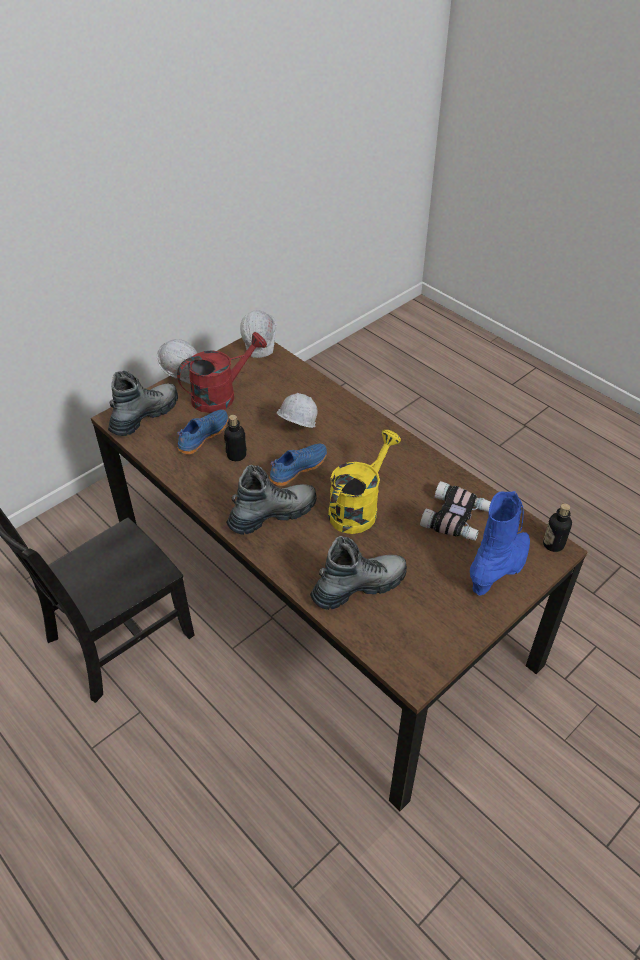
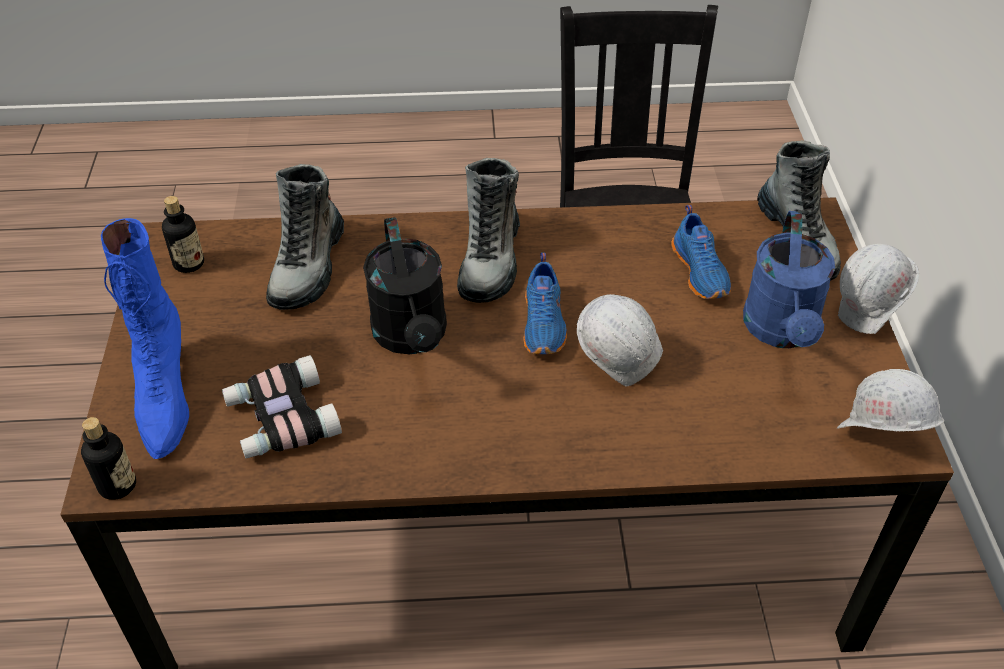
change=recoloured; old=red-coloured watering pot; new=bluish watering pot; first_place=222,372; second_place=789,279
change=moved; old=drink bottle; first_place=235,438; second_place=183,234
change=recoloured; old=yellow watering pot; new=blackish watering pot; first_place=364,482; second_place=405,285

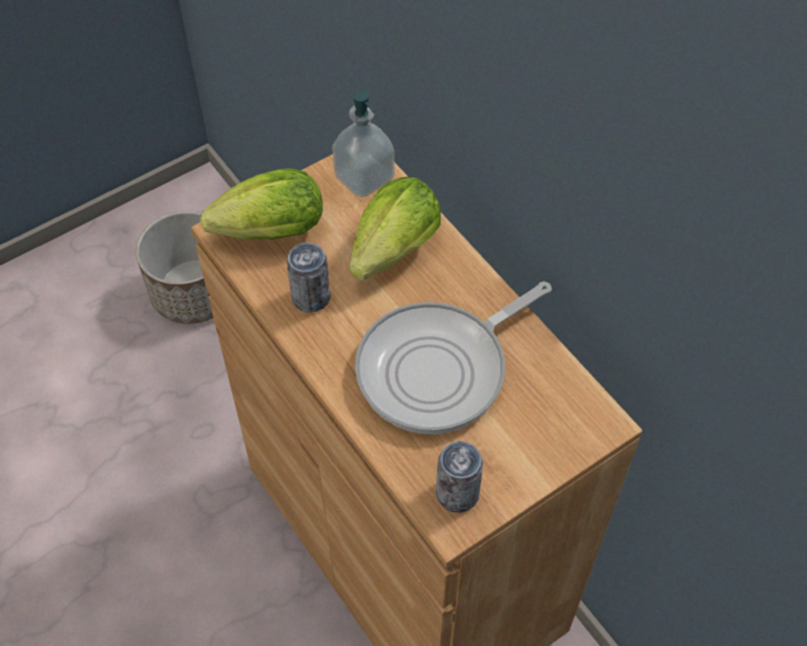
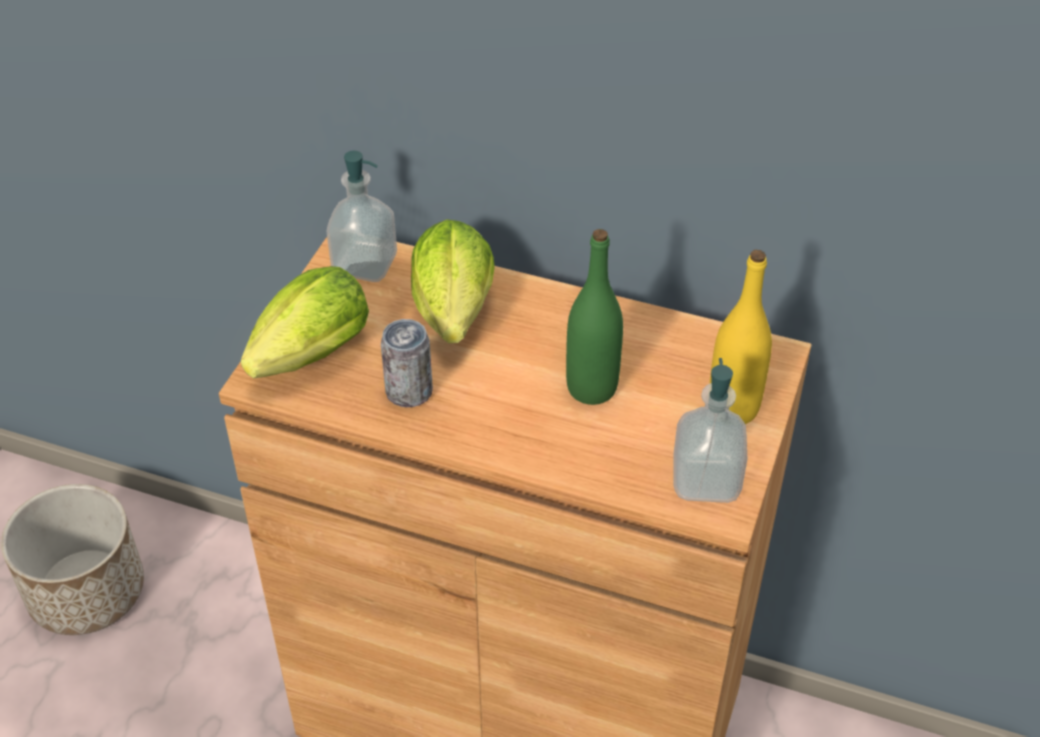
change=replaced; old=skillet; new=green drink bottle; first_place=453,357; second_place=594,317
change=replaced; old=can; new=soap bottle; first_place=459,477; second_place=710,430
change=added; new=yellow drink bottle; second_place=740,337

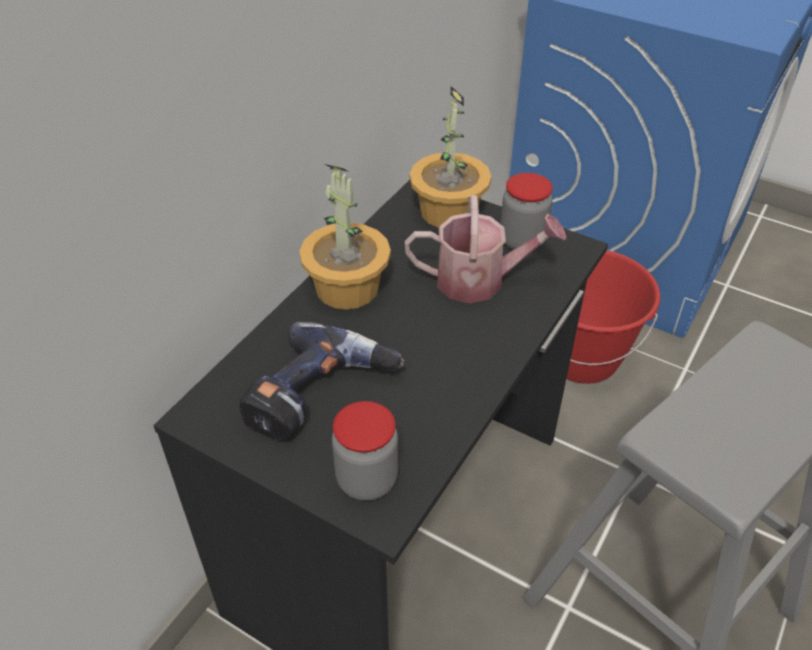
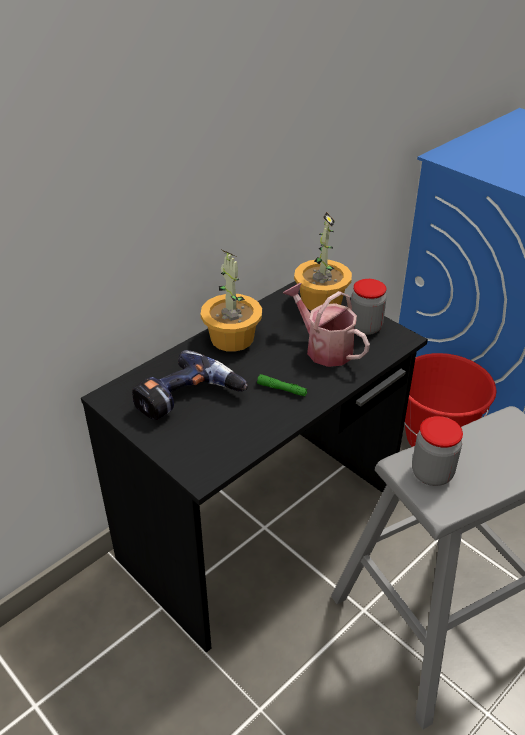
change=turned; old=watering pot; first_place=486,249; second_place=326,325; degrees=-150
change=moved; old=jar; first_place=365,451; second_place=437,451
change=added; new=green torch; second_place=282,385

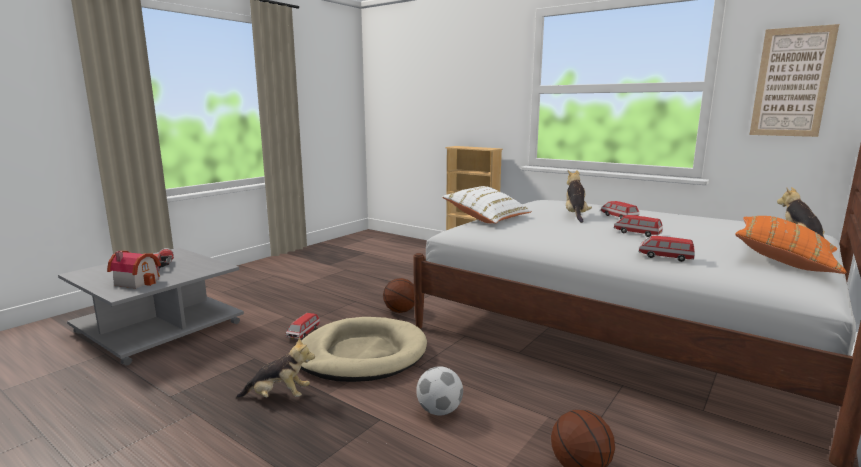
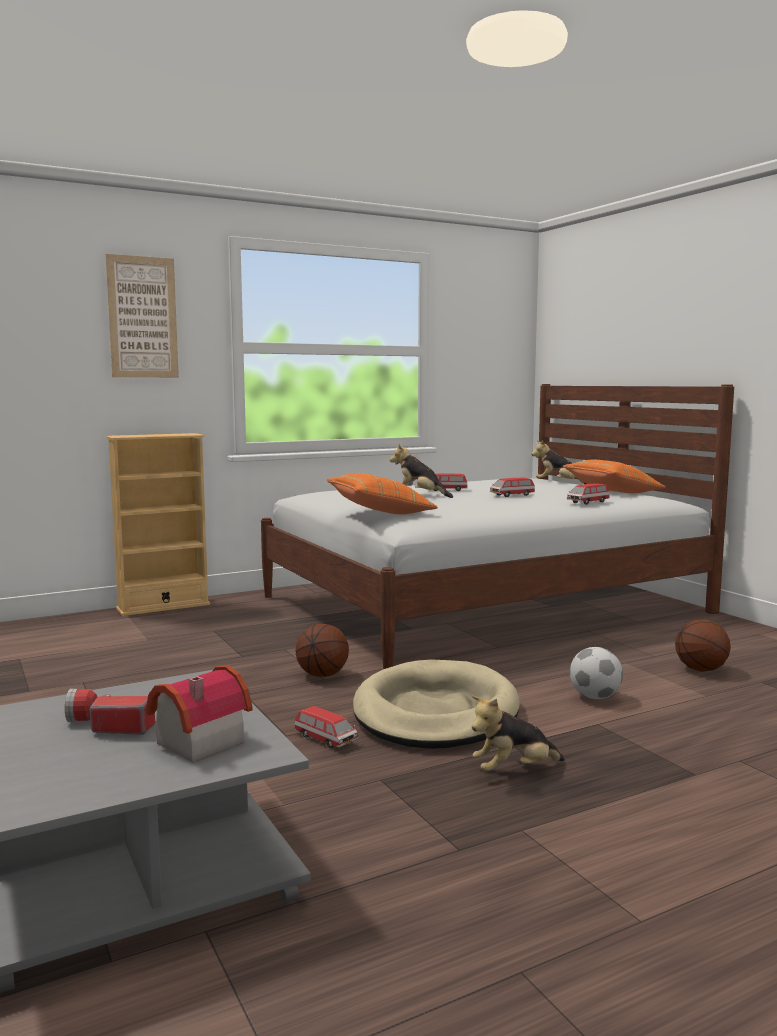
change=moved; old=wall art; first_place=794,80; second_place=142,316
change=recoloured; old=whitish pillow; new=orangey pillow; first_place=487,205; second_place=382,493
change=turned; old=soft toy; first_place=275,367; second_place=518,734; degrees=-135

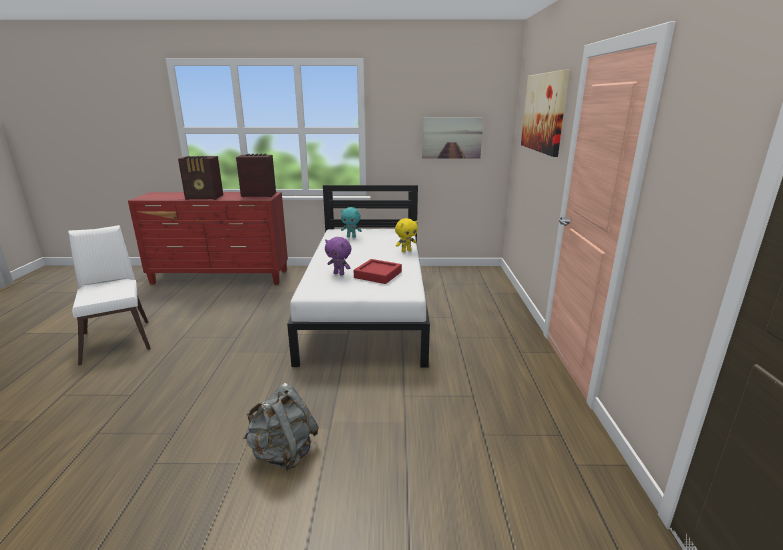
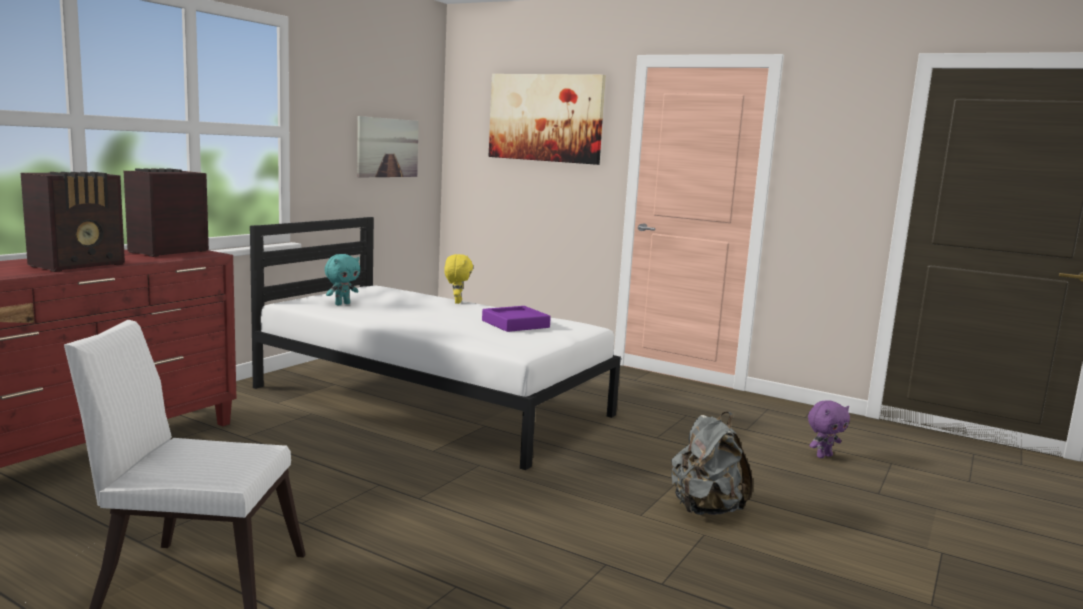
change=moved; old=purplish soft toy; first_place=338,256; second_place=829,429
change=recoloured; old=red-coloured serving tray; new=purplish serving tray; first_place=378,271; second_place=516,319

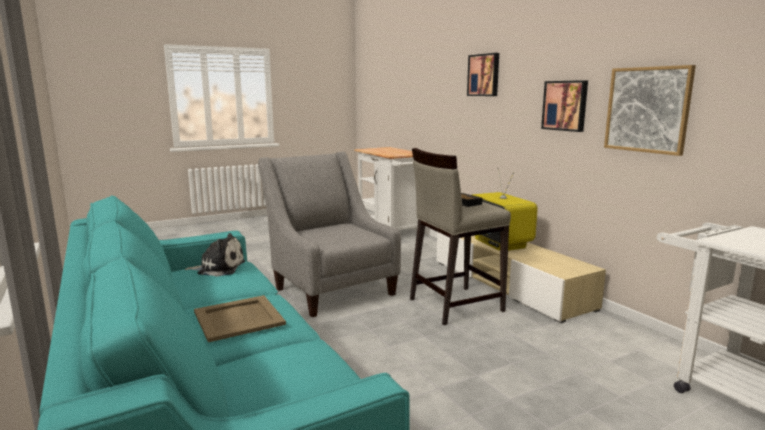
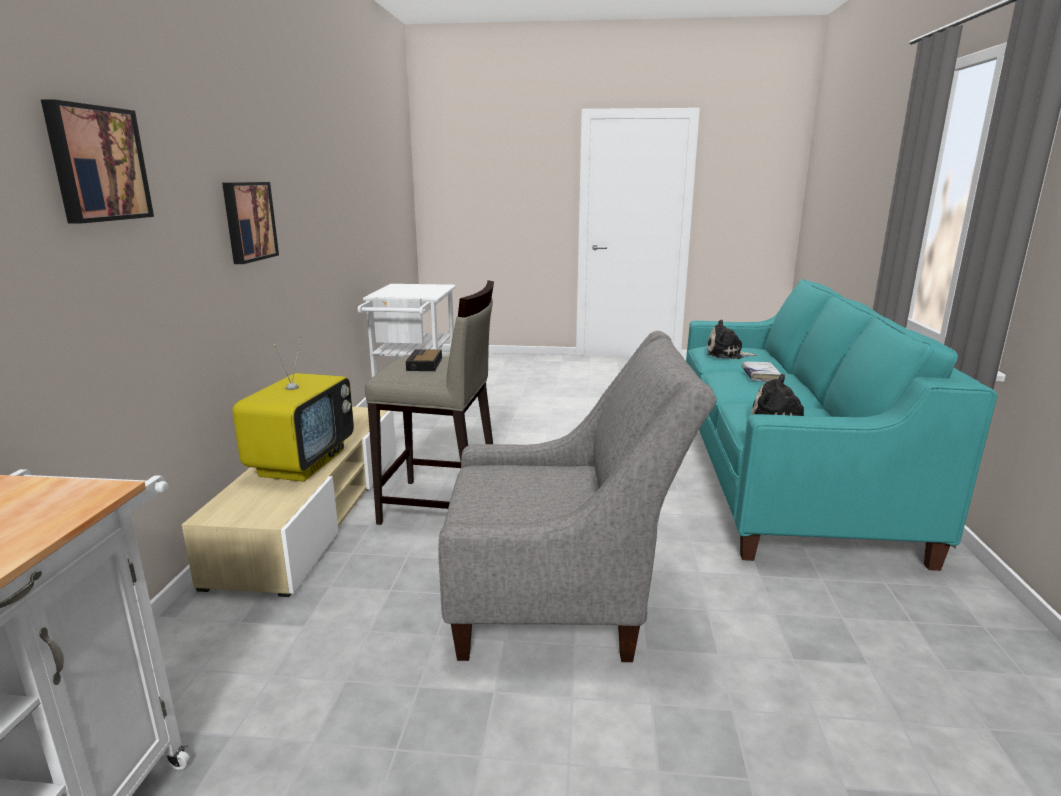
change=removed; old=wall art; first_place=650,110
change=turned; old=greyish lounge chair; first_place=329,234; second_place=577,496; degrees=-90
change=replaced; old=sand-coloured serving tray; new=whitish book; first_place=240,318; second_place=761,371
change=added; new=soft toy; second_place=732,339

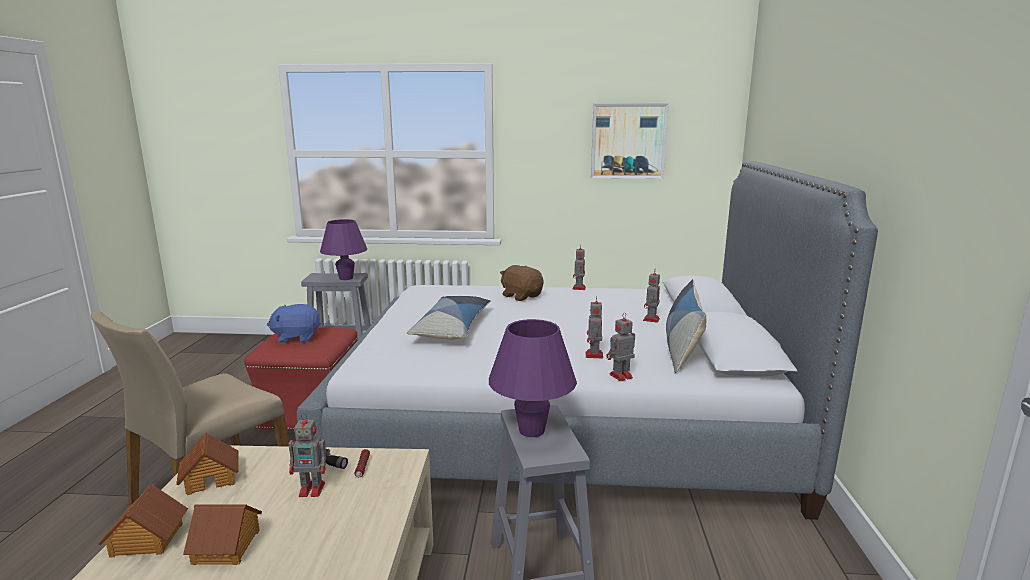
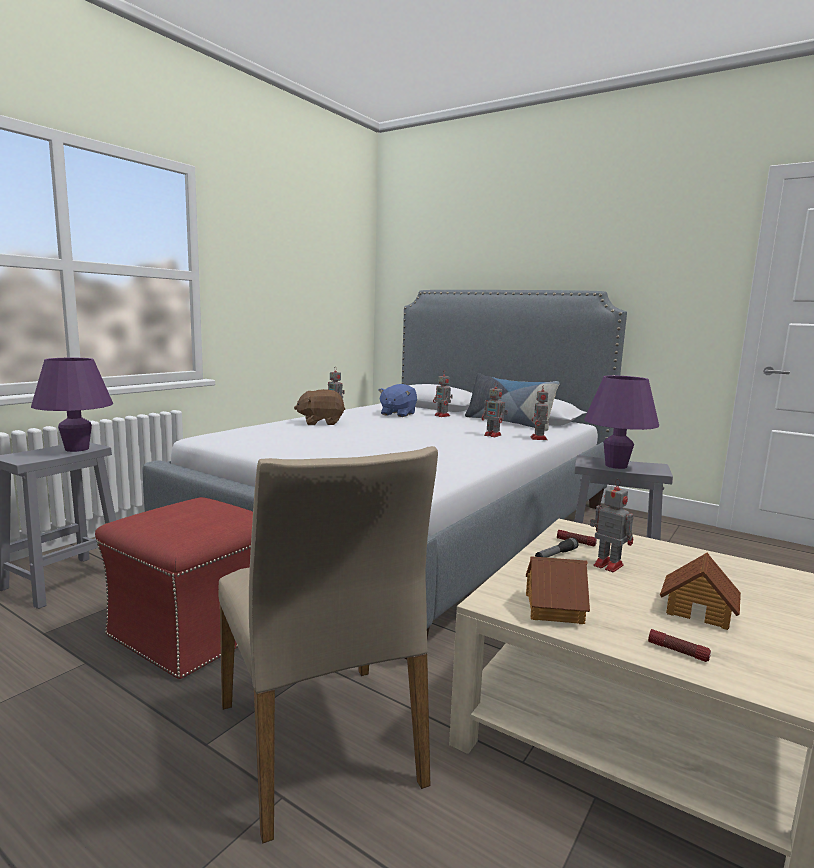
change=removed; old=wall art; first_place=630,141
change=removed; old=pillow; first_place=449,318
change=moved; old=bluish soft toy; first_place=294,323; second_place=398,400
change=turned; old=model robot; first_place=309,455; second_place=612,525; degrees=-75
change=replaced; old=model house; new=torch; first_place=143,520; second_place=679,645

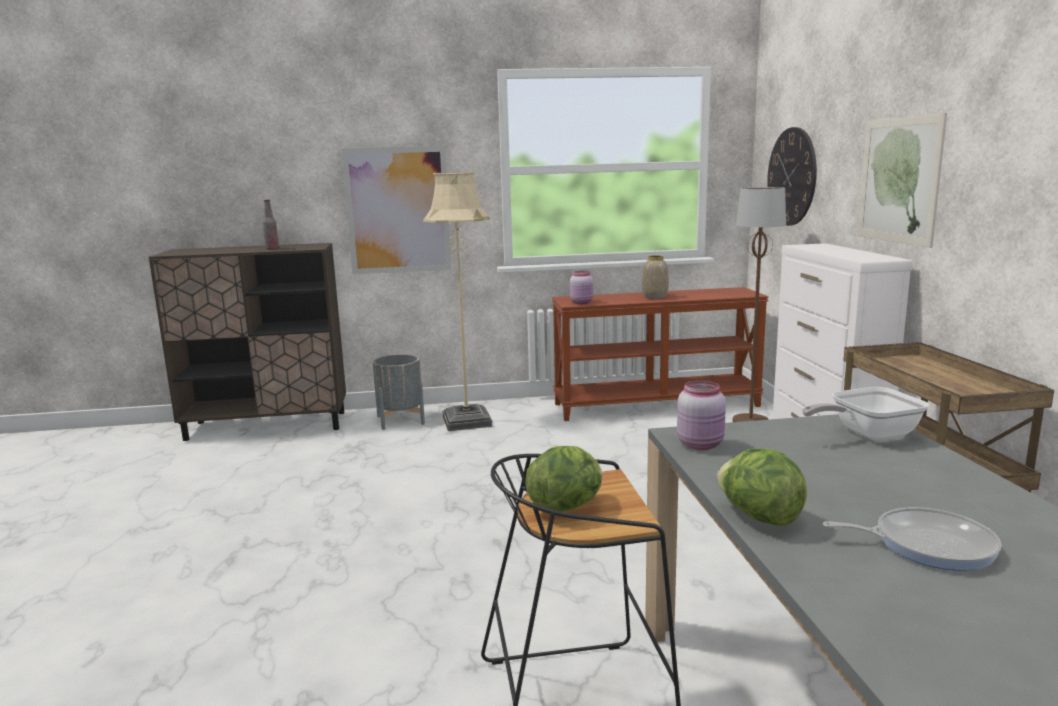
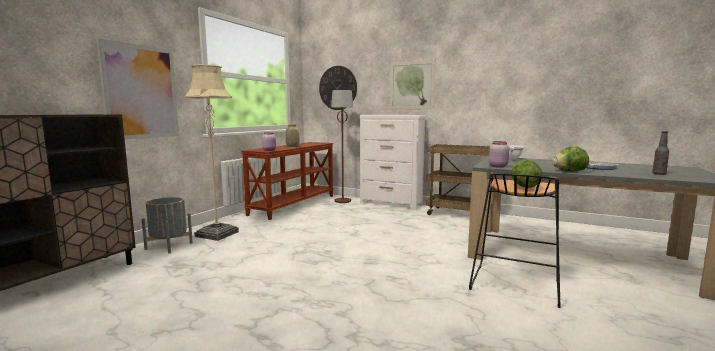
change=moved; old=drink bottle; first_place=271,225; second_place=660,153

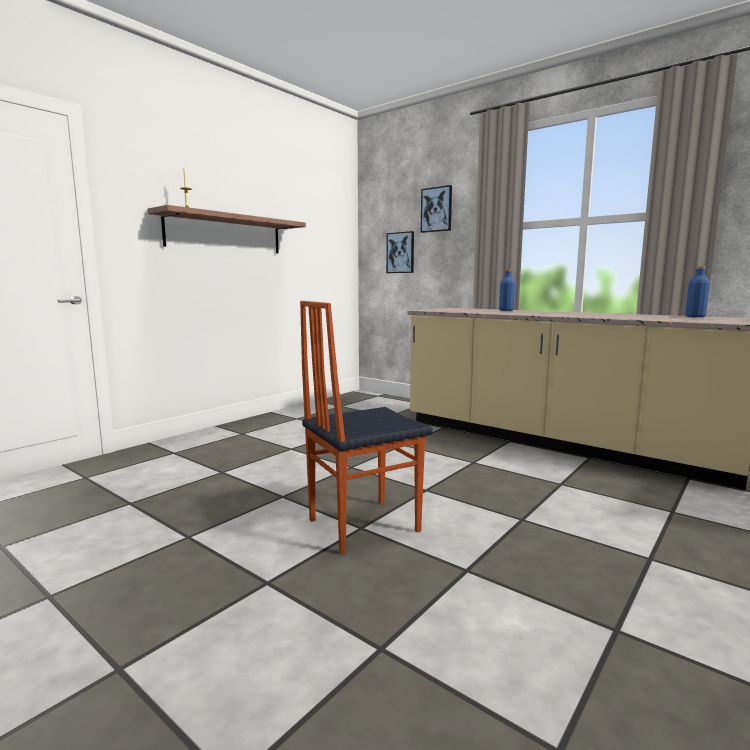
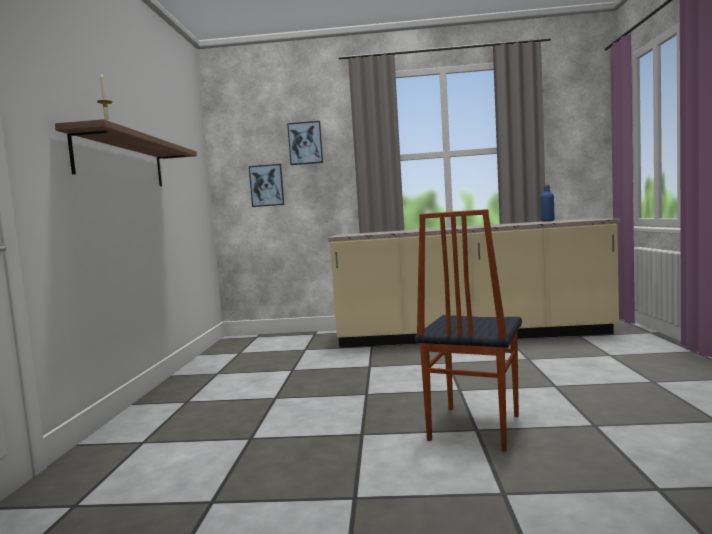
change=removed; old=bluish drink bottle; first_place=507,290

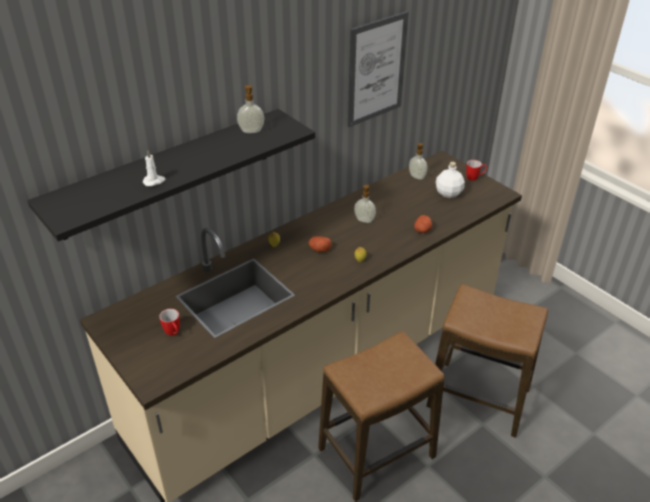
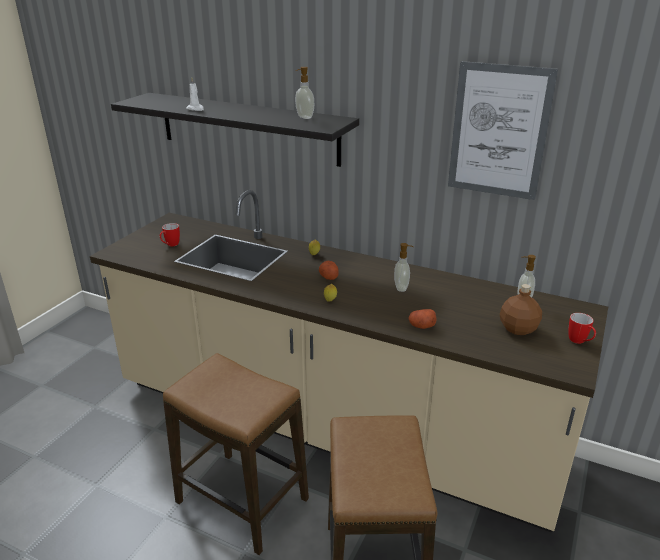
change=recoloured; old=whitish drink bottle; new=brown-coloured drink bottle; first_place=450,180; second_place=521,309

